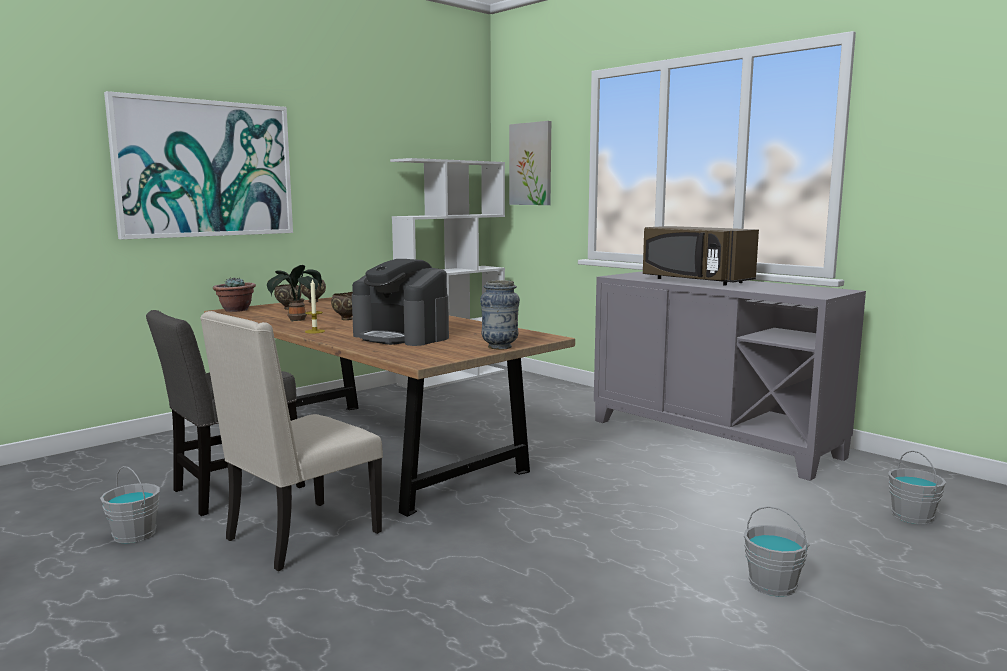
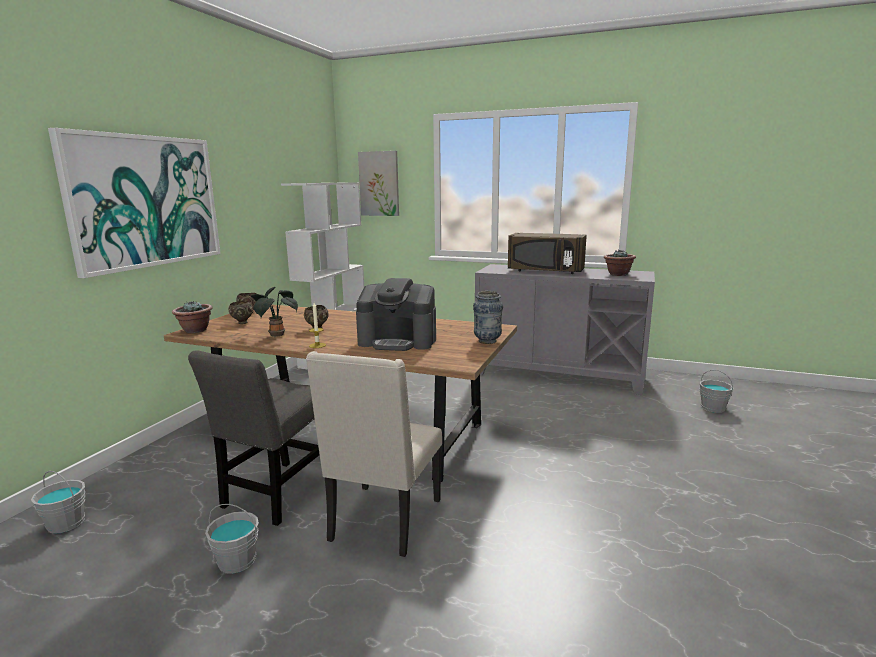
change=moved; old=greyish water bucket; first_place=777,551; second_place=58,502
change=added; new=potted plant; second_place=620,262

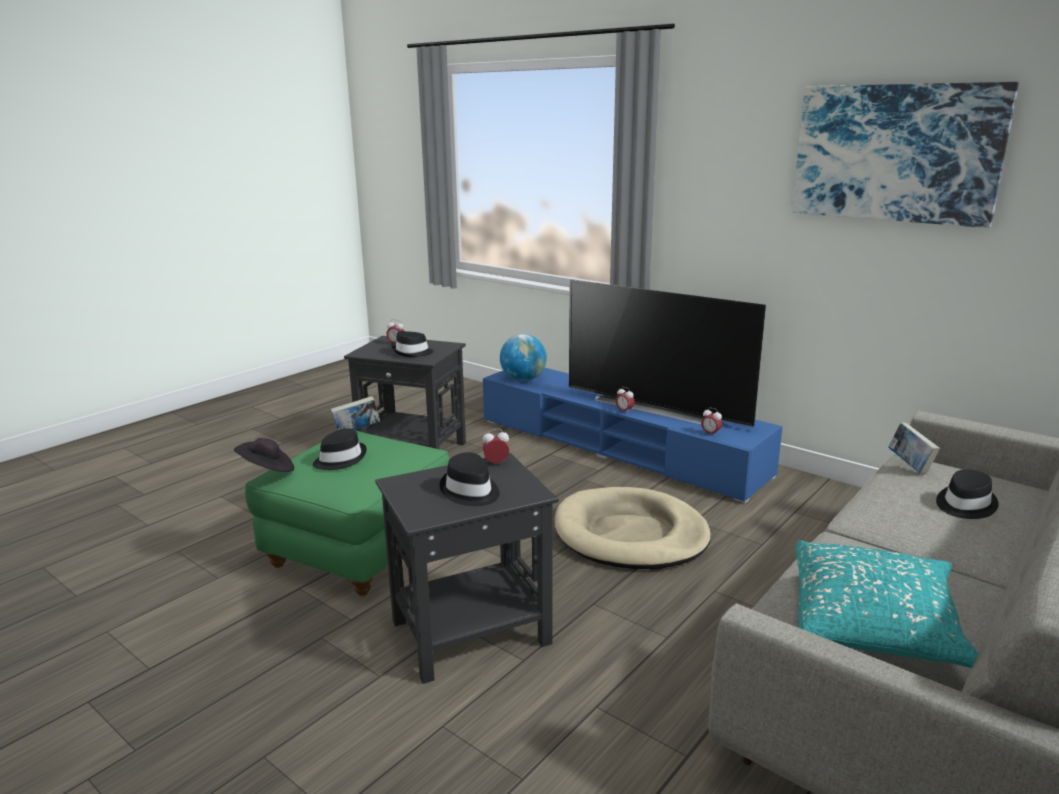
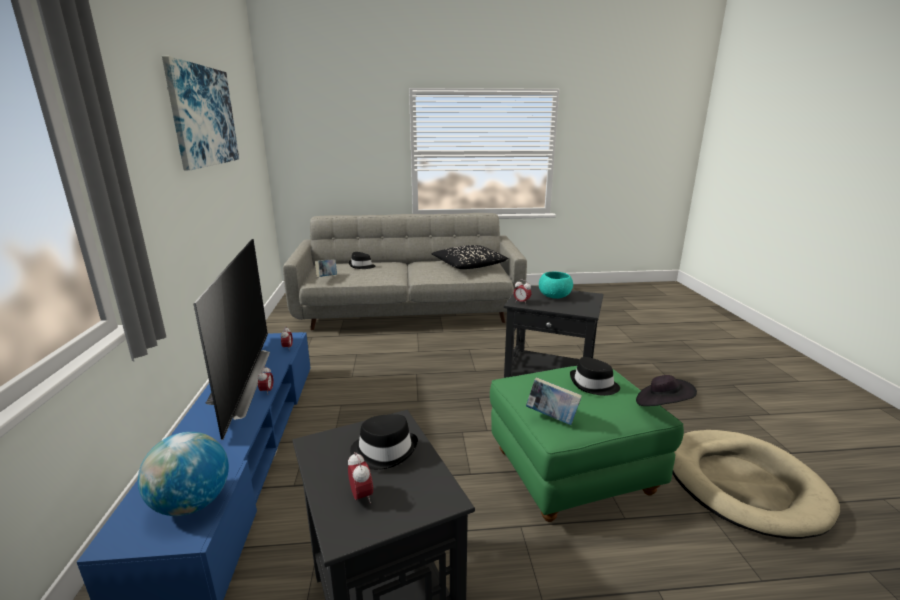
change=replaced; old=blackish hat; new=turquoise serving bowl; first_place=470,479; second_place=556,285
change=moved; old=sand-coloured pet bed; first_place=633,528; second_place=756,484
change=recoloured; old=turquoise pillow; new=blackish pillow; first_place=887,604; second_place=470,257

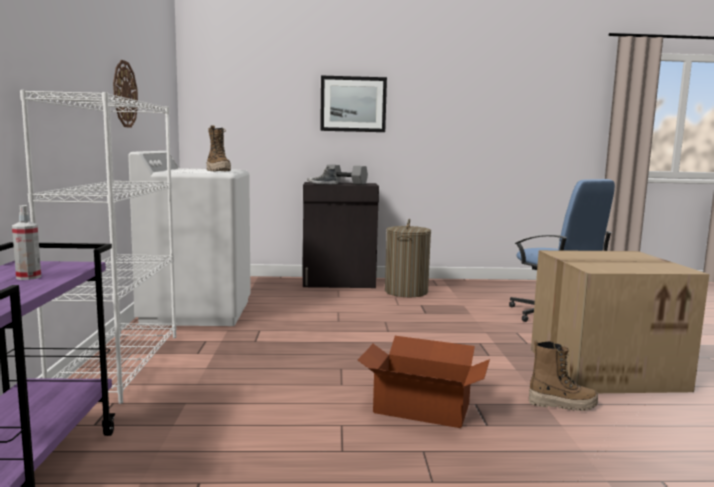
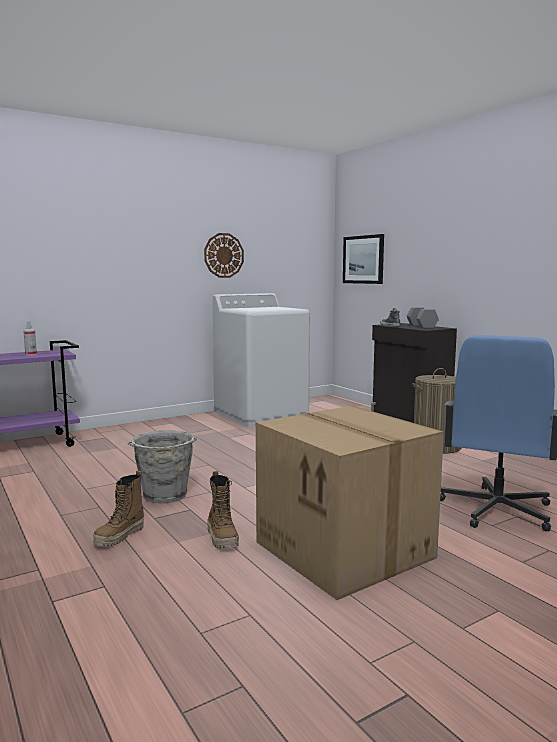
change=moved; old=wall art; first_place=353,104; second_place=363,259
change=removed; old=whitish shelving unit; first_place=98,247
change=moved; old=tall boot; first_place=219,148; second_place=118,509
change=replaced; old=packing box; new=greyish water bucket; first_place=424,382; second_place=162,466

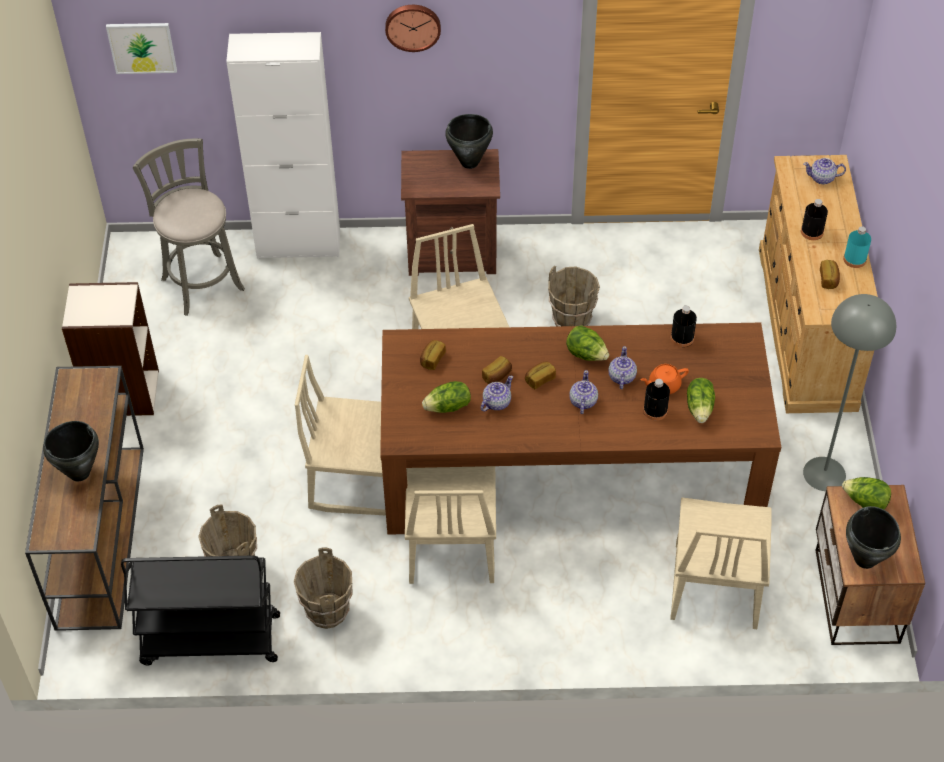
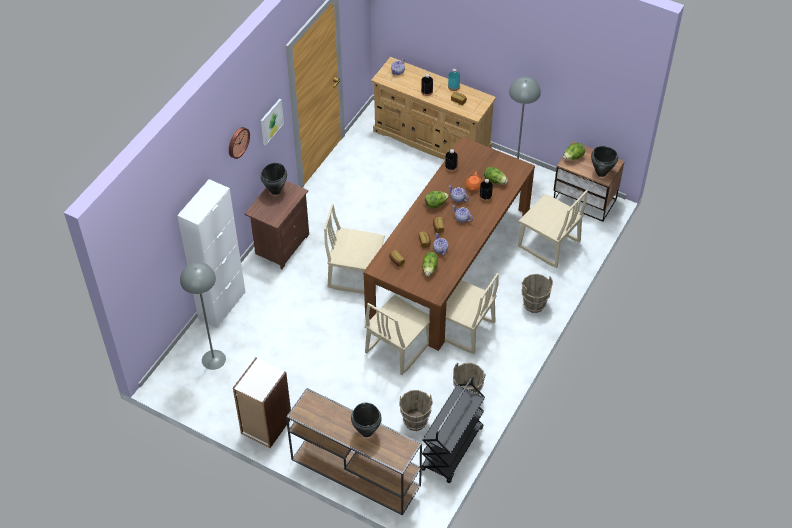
change=moved; old=wall art; first_place=141,48; second_place=272,122
change=replaced; old=greyish sitting stool; new=greyish floor lamp; first_place=189,227; second_place=203,316
change=moved; old=brown-coloured water bucket; first_place=574,296; second_place=537,293

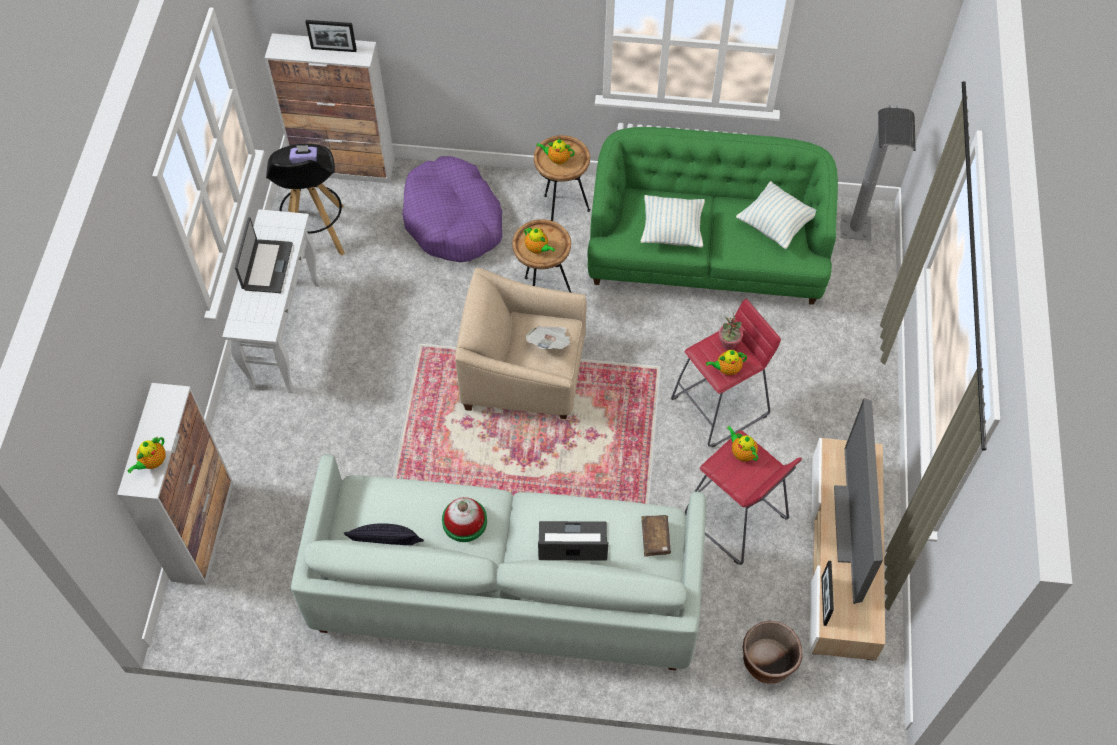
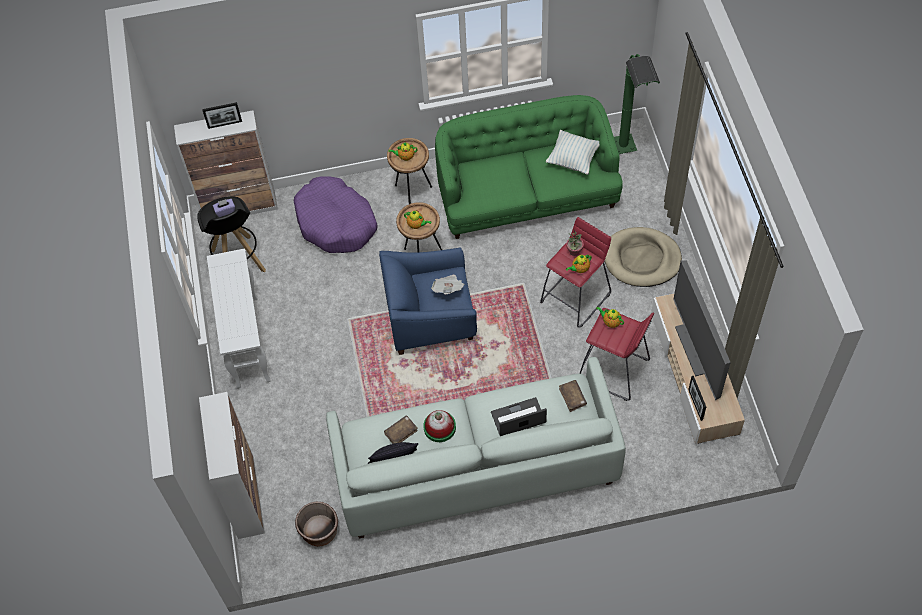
change=recoloured; old=greyish floor lamp; new=green floor lamp; first_place=878,172; second_place=637,104
change=removed; old=pillow; first_place=673,221
change=removed; old=notebook computer; first_place=264,255
change=recoloured; old=sand-coloured lounge chair; new=bluish lounge chair; first_place=521,343; second_place=428,301
change=removed; old=teapot; first_place=146,454
change=moved; old=brown-coloured plant pot; first_place=773,652; second_place=316,524
change=added; new=sand-coloured pet bed; second_place=643,257
change=added; new=brown-coloured book; second_place=401,429

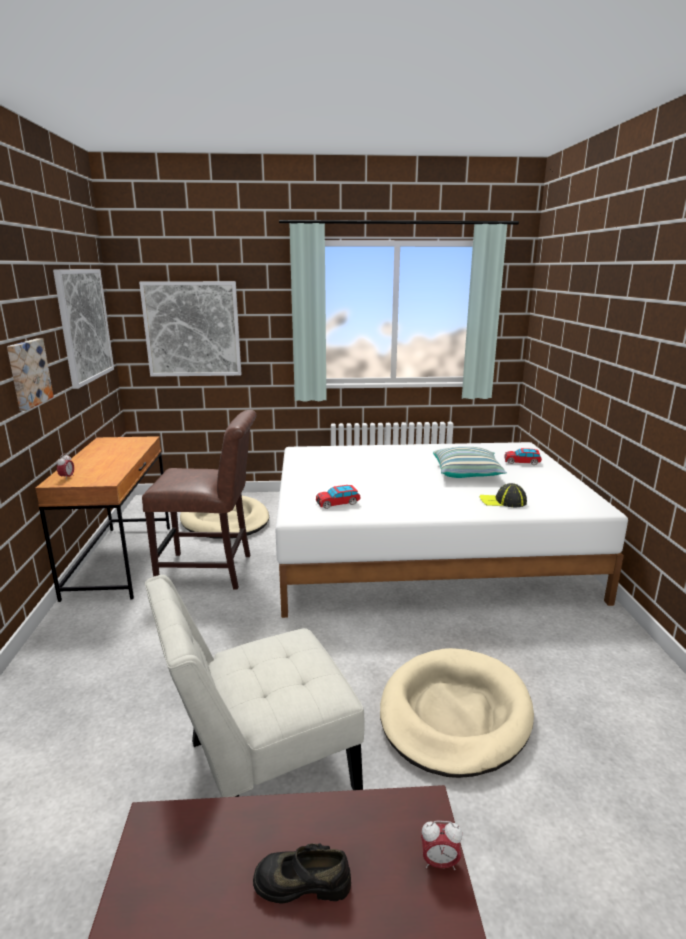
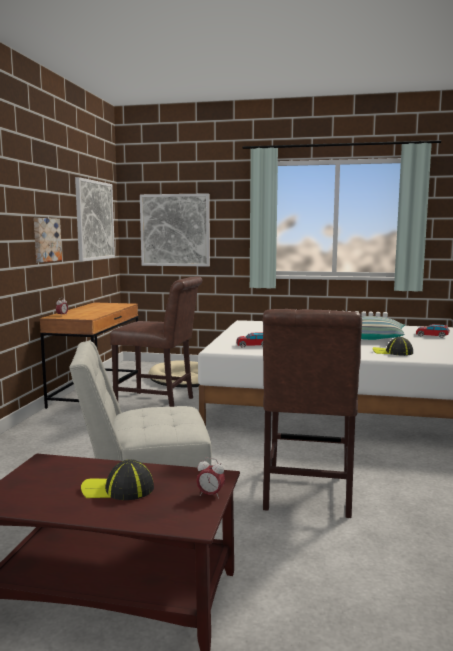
change=replaced; old=sand-coloured pet bed; new=brown-coloured plain chair; first_place=457,713; second_place=312,413
change=replaced; old=blackish low shoe; new=peaked cap; first_place=302,873; second_place=117,479

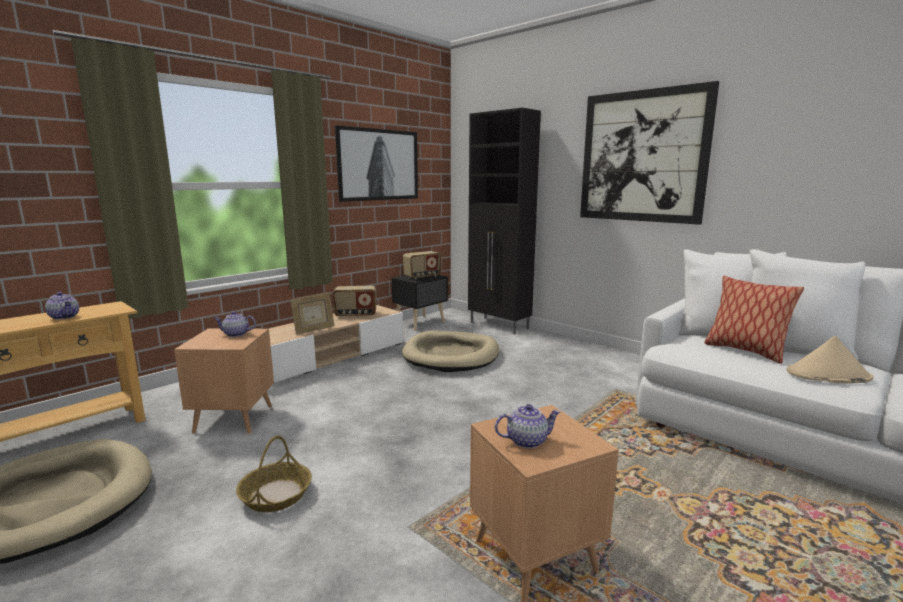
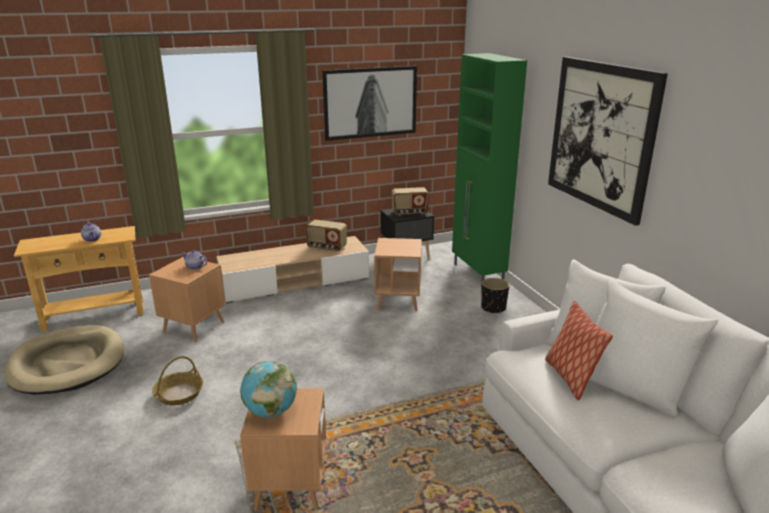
change=recoloured; old=blackish storage cabinet; new=green storage cabinet; first_place=504,221; second_place=489,170
change=removed; old=photo frame; first_place=312,313
change=replaced; old=sand-coloured pet bed; new=brown-coloured end table; first_place=450,351; second_place=398,275
change=removed; old=sand-coloured hat; first_place=830,360
change=replaced; old=teapot; new=world globe; first_place=527,426; second_place=268,389
change=added; new=blackish plant pot; second_place=495,296

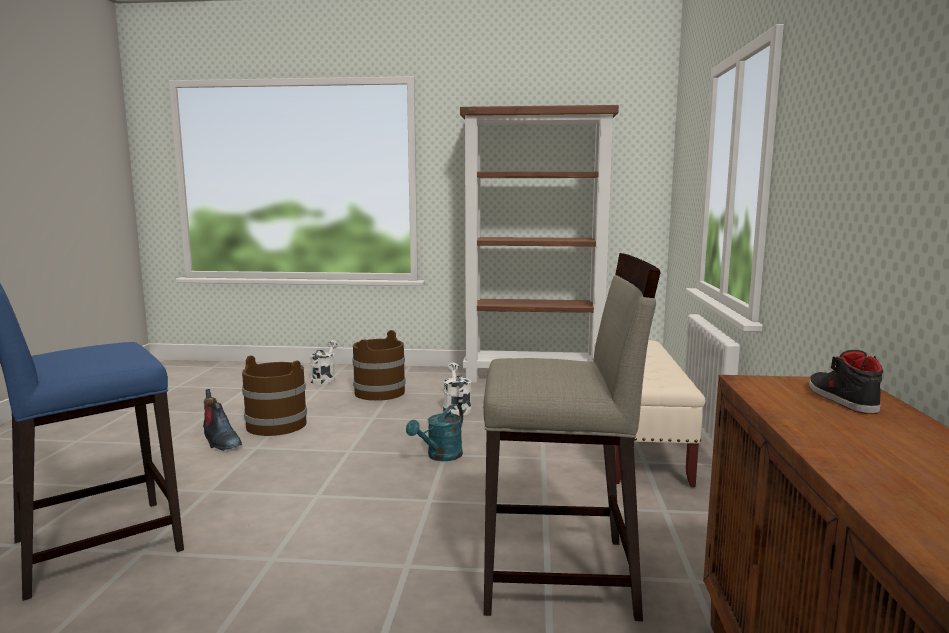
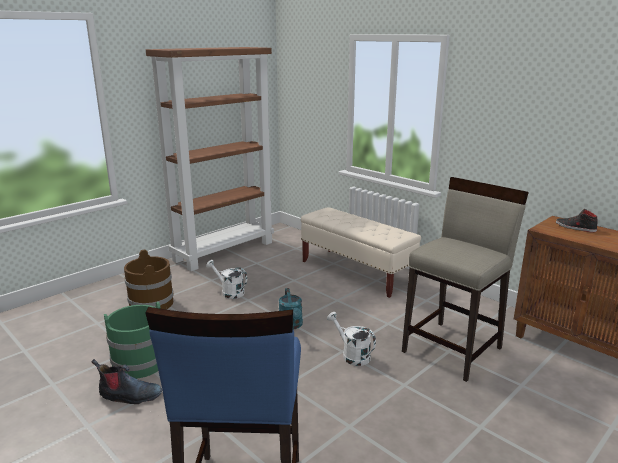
change=moved; old=whitish watering pot; first_place=324,362; second_place=351,339
change=recoloured; old=brown-coloured water bucket; new=green water bucket; first_place=274,395; second_place=132,340

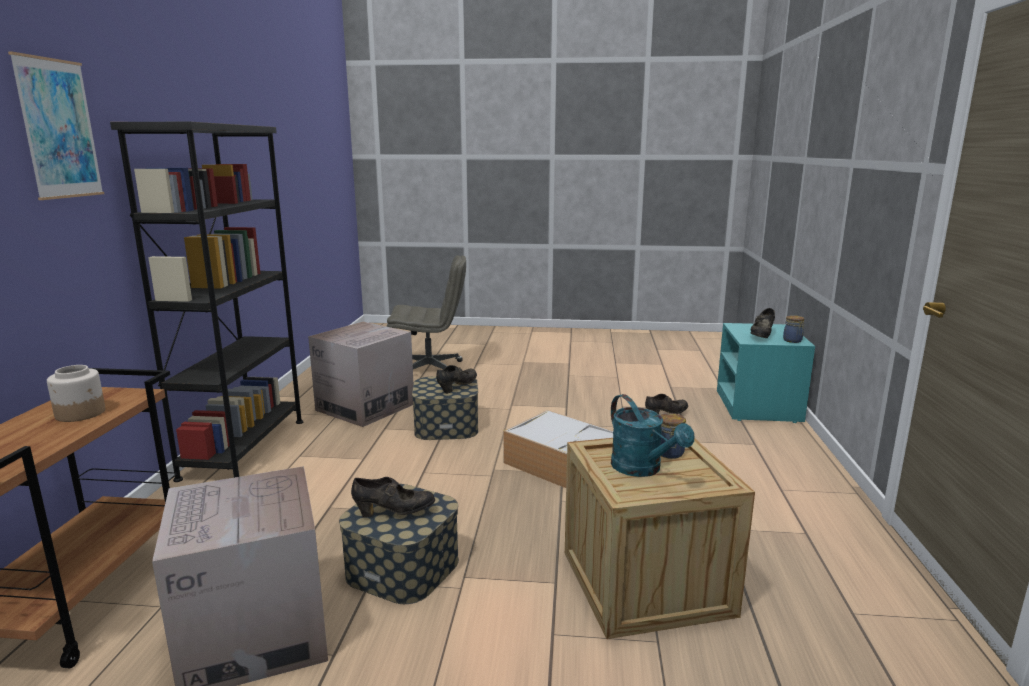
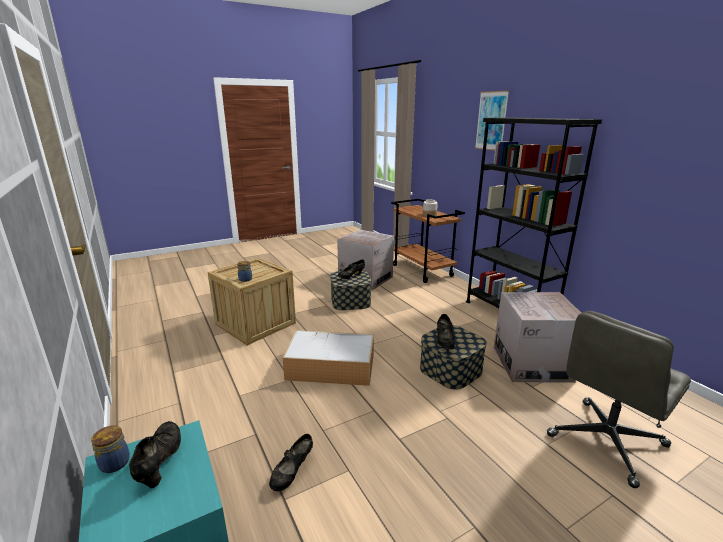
change=removed; old=turquoise watering pot; first_place=652,435

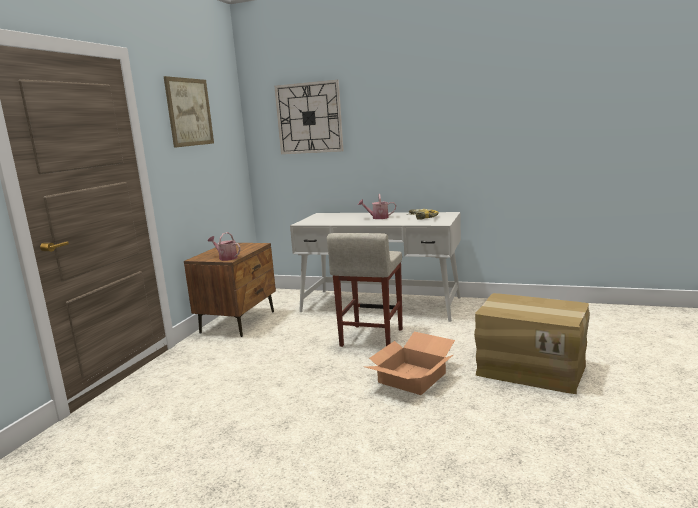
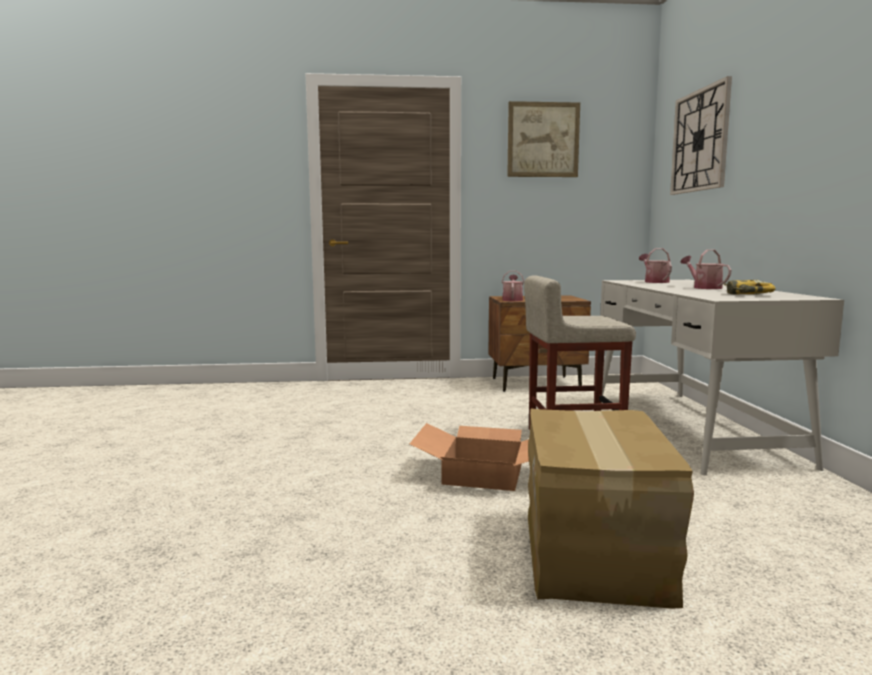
change=added; new=watering pot; second_place=655,265

